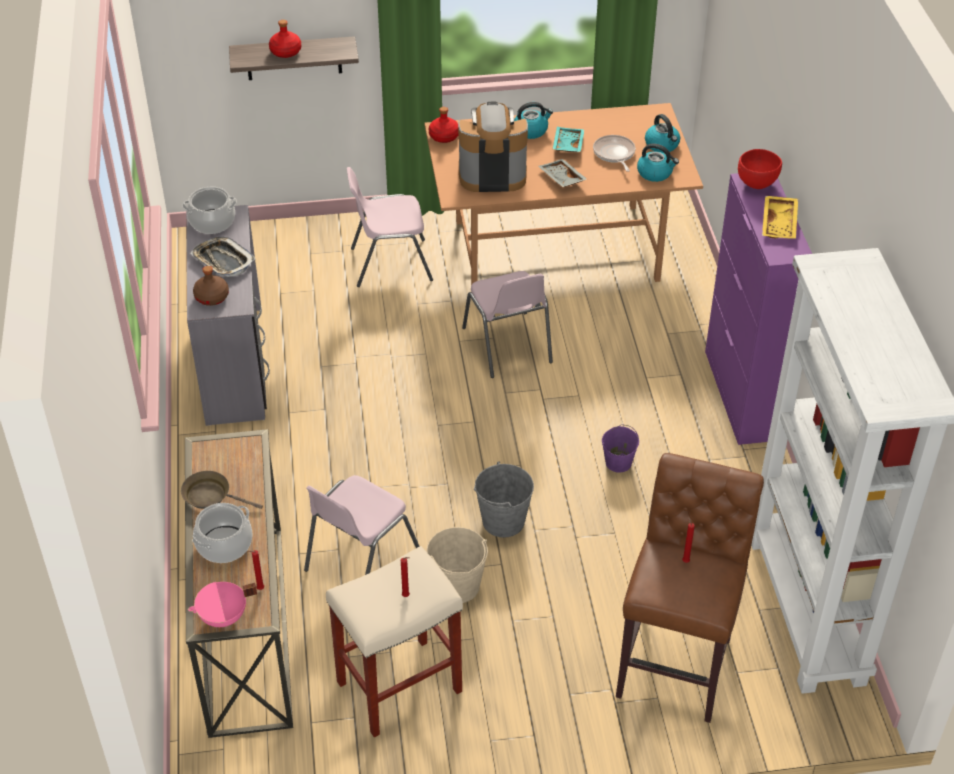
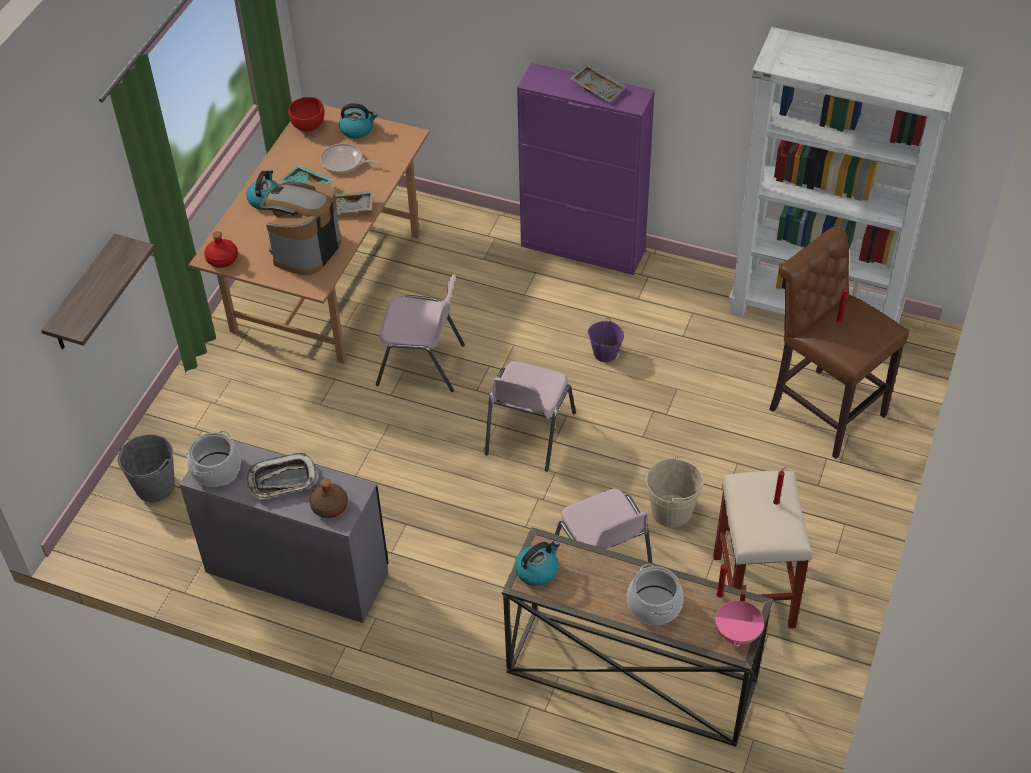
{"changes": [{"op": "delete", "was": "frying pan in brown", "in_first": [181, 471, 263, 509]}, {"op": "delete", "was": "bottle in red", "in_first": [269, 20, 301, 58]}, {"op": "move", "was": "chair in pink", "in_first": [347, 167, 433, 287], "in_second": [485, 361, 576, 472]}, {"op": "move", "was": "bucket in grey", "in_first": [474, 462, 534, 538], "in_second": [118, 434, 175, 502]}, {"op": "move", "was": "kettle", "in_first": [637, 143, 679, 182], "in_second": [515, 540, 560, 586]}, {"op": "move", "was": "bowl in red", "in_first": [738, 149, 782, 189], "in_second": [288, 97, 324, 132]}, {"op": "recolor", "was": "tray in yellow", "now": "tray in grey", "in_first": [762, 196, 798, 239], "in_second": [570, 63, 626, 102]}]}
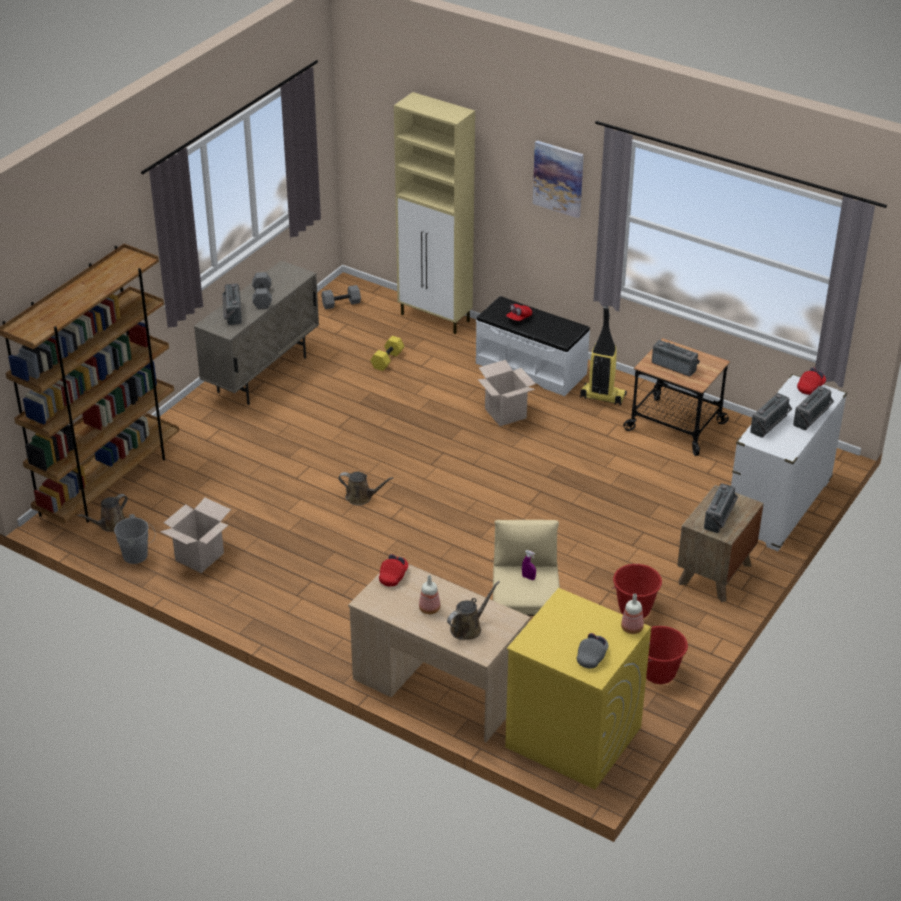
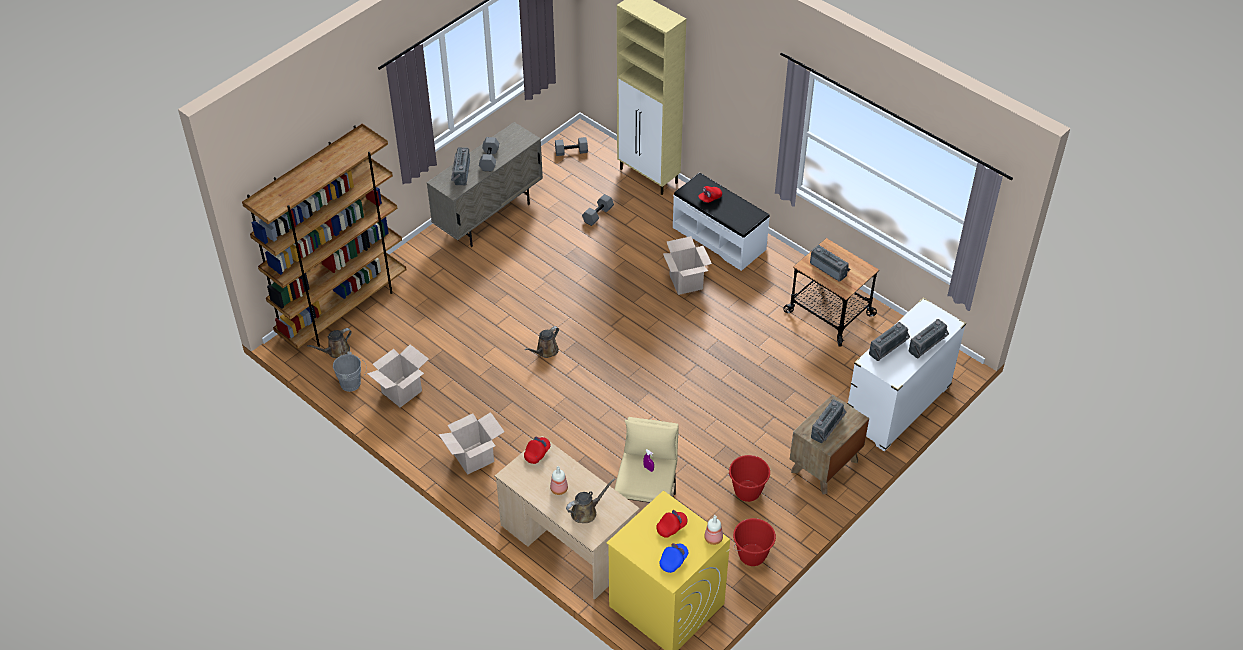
{"changes": [{"op": "rotate", "was": "watering can in brown", "in_first": [338, 472, 393, 505], "in_second": [524, 326, 559, 358], "clockwise": 105}, {"op": "recolor", "was": "dumbbell in yellow", "now": "dumbbell in grey", "in_first": [370, 336, 404, 371], "in_second": [582, 194, 614, 226]}, {"op": "delete", "was": "picture", "in_first": [533, 140, 584, 218]}, {"op": "recolor", "was": "cap in grey", "now": "cap in blue", "in_first": [577, 633, 609, 669], "in_second": [659, 543, 688, 573]}, {"op": "delete", "was": "vacuum cleaner", "in_first": [580, 306, 627, 406]}, {"op": "move", "was": "cap in red", "in_first": [797, 367, 826, 395], "in_second": [656, 510, 687, 538]}, {"op": "insert", "now": "cardboard box", "in_second": [439, 412, 505, 475]}]}
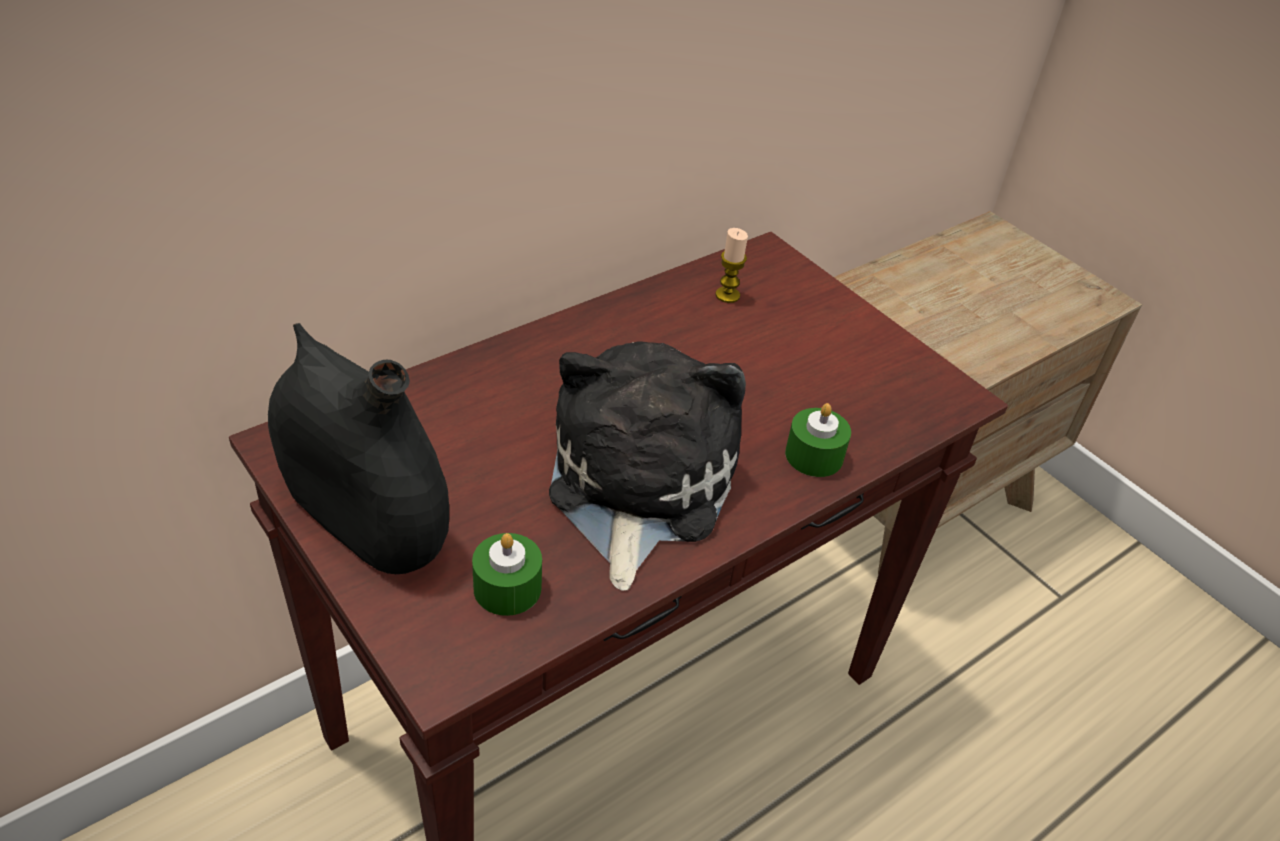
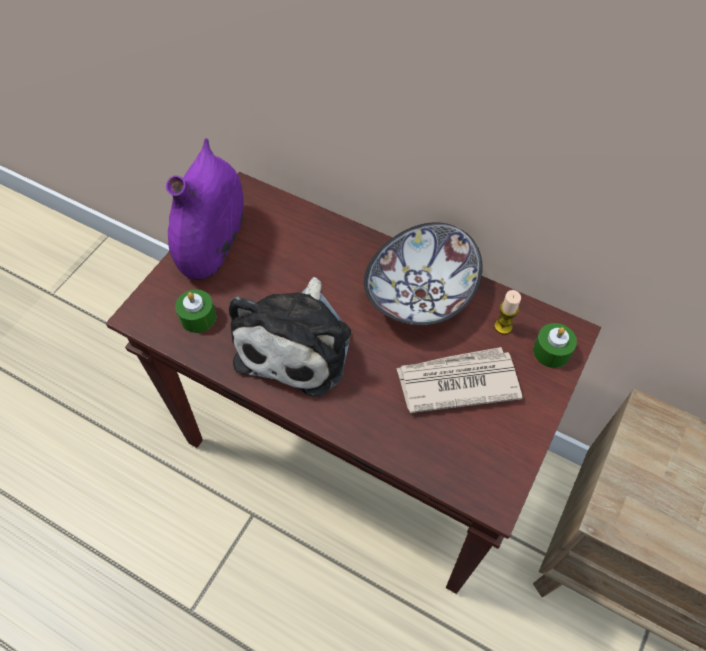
{"changes": [{"op": "recolor", "was": "vase in black", "now": "vase in purple", "in_first": [268, 323, 449, 574], "in_second": [166, 138, 244, 280]}, {"op": "rotate", "was": "plush toy", "in_first": [549, 341, 746, 591], "in_second": [229, 277, 351, 397], "clockwise": 120}, {"op": "move", "was": "candle in green", "in_first": [785, 403, 851, 477], "in_second": [533, 323, 577, 368]}, {"op": "insert", "now": "bowl", "in_second": [364, 222, 483, 325]}, {"op": "insert", "now": "newspaper", "in_second": [396, 347, 523, 413]}]}
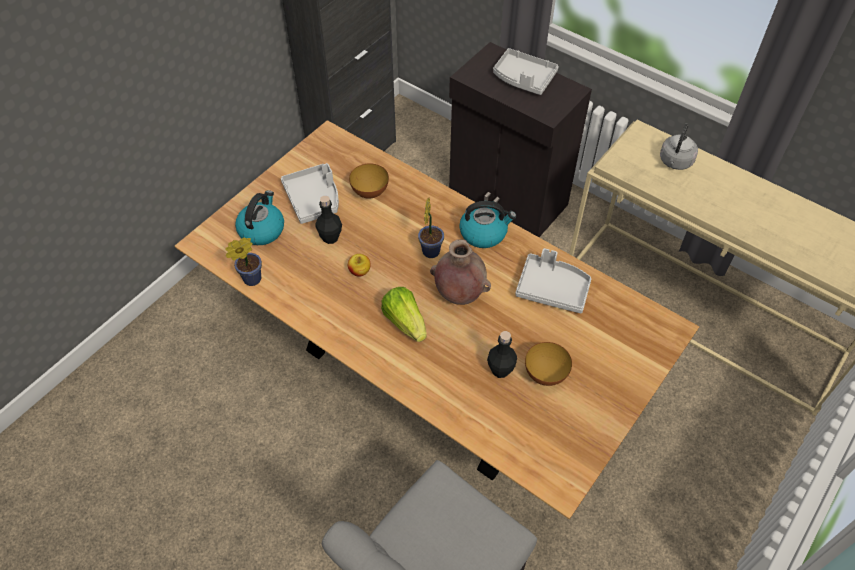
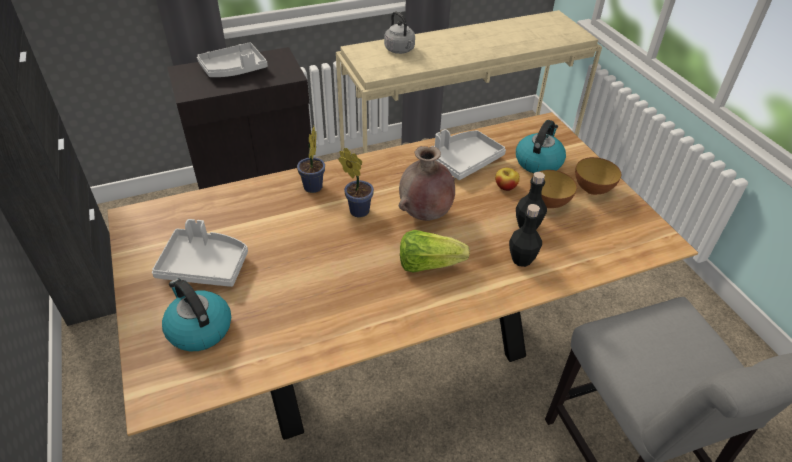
{"changes": [{"op": "move", "was": "potted plant", "in_first": [225, 237, 262, 286], "in_second": [297, 126, 325, 193]}, {"op": "move", "was": "bottle in black", "in_first": [315, 196, 342, 244], "in_second": [509, 204, 542, 267]}, {"op": "move", "was": "apple", "in_first": [348, 254, 371, 277], "in_second": [495, 168, 520, 191]}, {"op": "move", "was": "bowl", "in_first": [349, 163, 389, 199], "in_second": [575, 157, 621, 195]}, {"op": "move", "was": "kettle", "in_first": [459, 201, 516, 248], "in_second": [516, 120, 566, 173]}]}
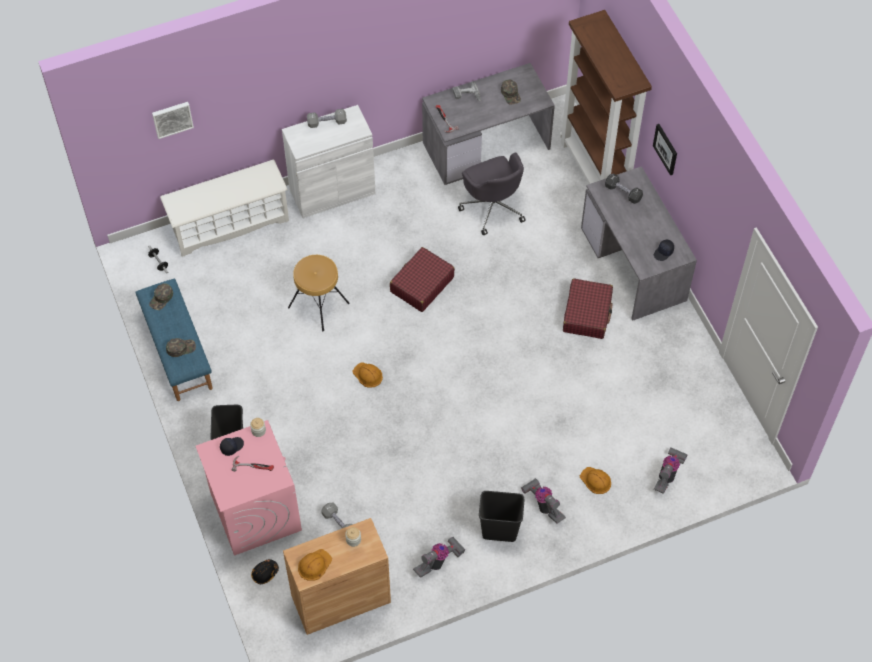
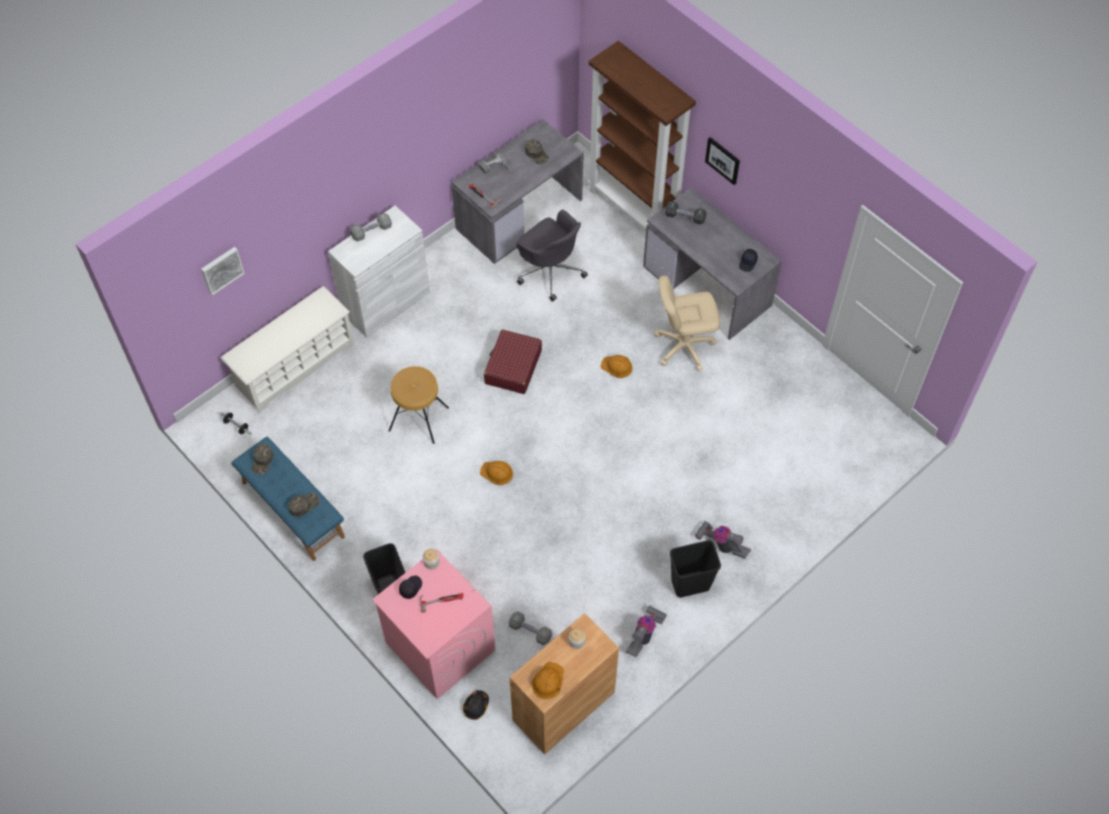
{"changes": [{"op": "replace", "was": "suitcase in red", "now": "office chair in beige", "in_first": [563, 278, 613, 339], "in_second": [654, 275, 720, 371]}, {"op": "move", "was": "hard hat in orange", "in_first": [580, 467, 611, 494], "in_second": [600, 355, 633, 378]}, {"op": "delete", "was": "vacuum cleaner", "in_first": [654, 448, 688, 494]}]}
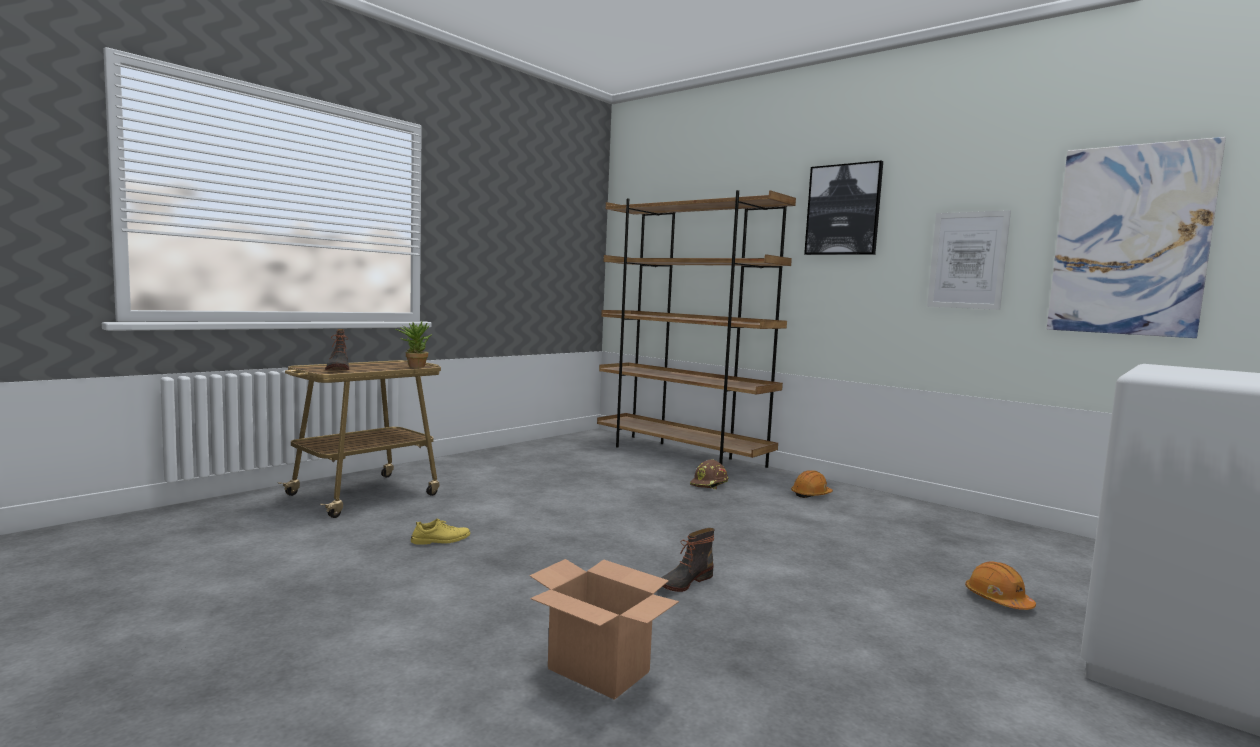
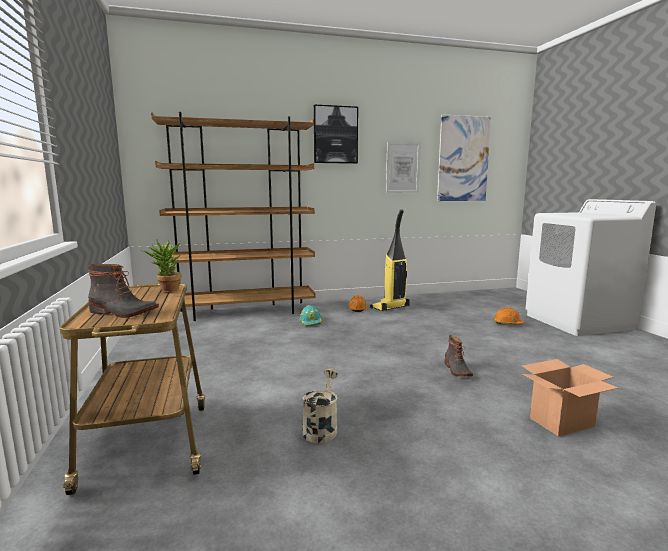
{"changes": [{"op": "replace", "was": "shoe in yellow", "now": "watering can in beige", "in_first": [411, 518, 470, 545], "in_second": [302, 368, 338, 443]}, {"op": "recolor", "was": "hard hat in brown", "now": "hard hat in turquoise", "in_first": [690, 459, 728, 489], "in_second": [300, 305, 322, 326]}, {"op": "insert", "now": "vacuum cleaner", "in_second": [370, 209, 410, 311]}]}
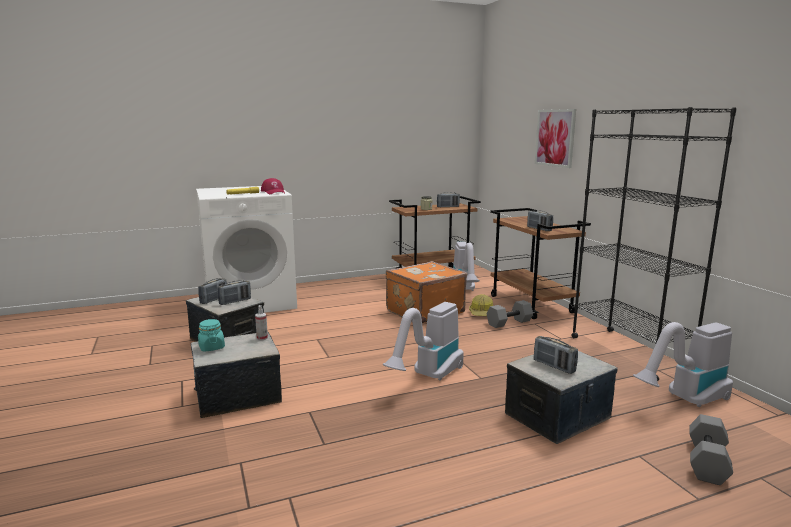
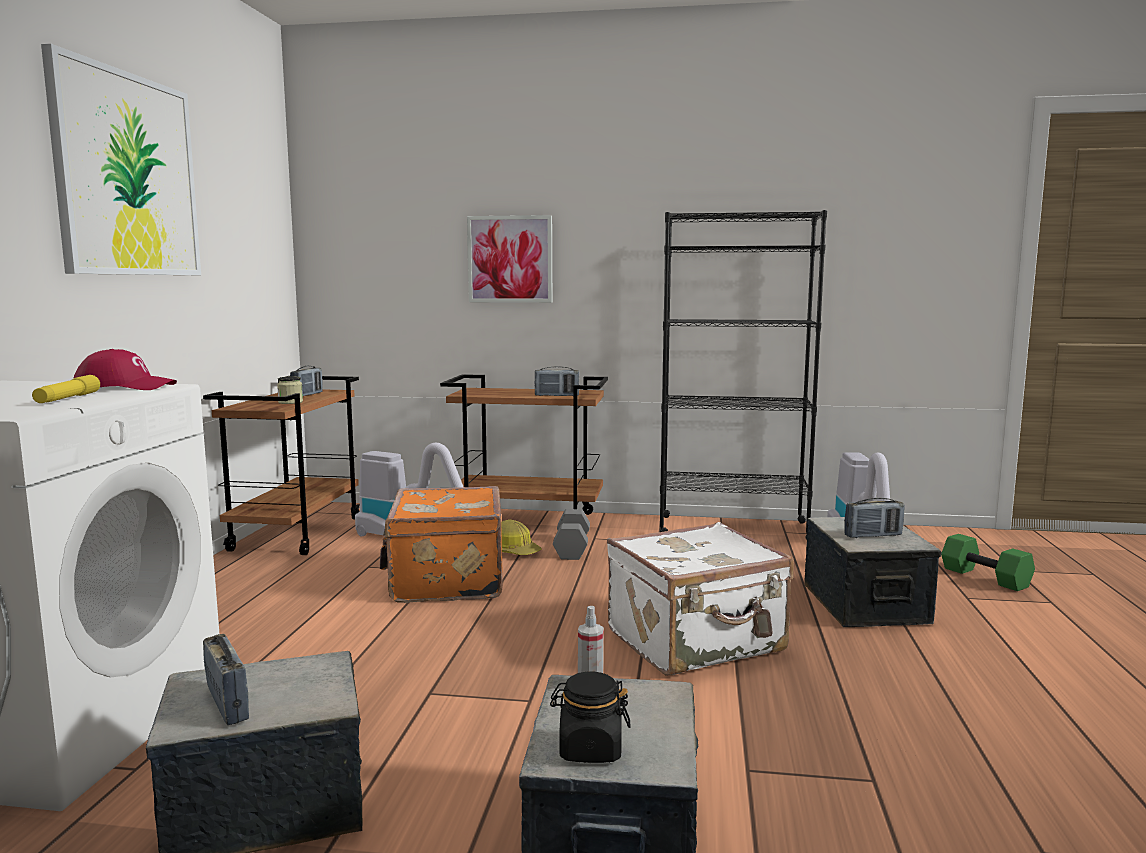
{"changes": [{"op": "recolor", "was": "jar in turquoise", "now": "jar in black", "in_first": [198, 319, 225, 352], "in_second": [550, 672, 631, 763]}, {"op": "delete", "was": "radio", "in_first": [218, 280, 251, 305]}, {"op": "replace", "was": "vacuum cleaner", "now": "suitcase in white", "in_first": [383, 302, 464, 381], "in_second": [607, 522, 794, 675]}, {"op": "recolor", "was": "dumbbell in grey", "now": "dumbbell in green", "in_first": [689, 414, 733, 485], "in_second": [941, 534, 1035, 591]}, {"op": "insert", "now": "picture", "in_second": [41, 44, 201, 275]}]}
